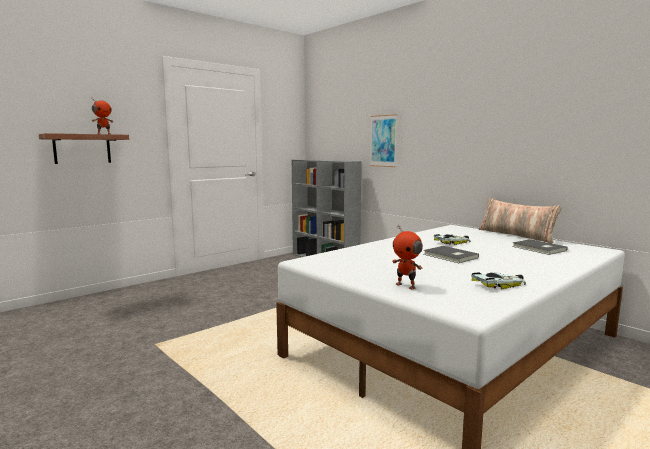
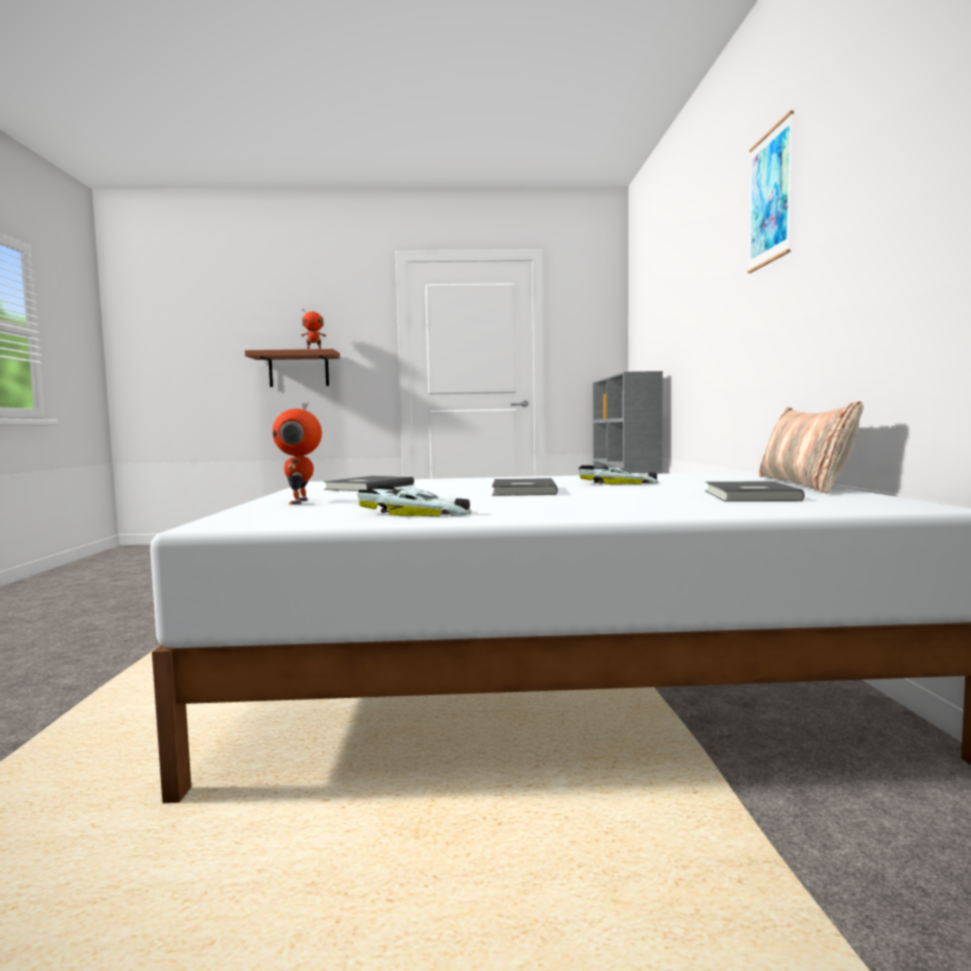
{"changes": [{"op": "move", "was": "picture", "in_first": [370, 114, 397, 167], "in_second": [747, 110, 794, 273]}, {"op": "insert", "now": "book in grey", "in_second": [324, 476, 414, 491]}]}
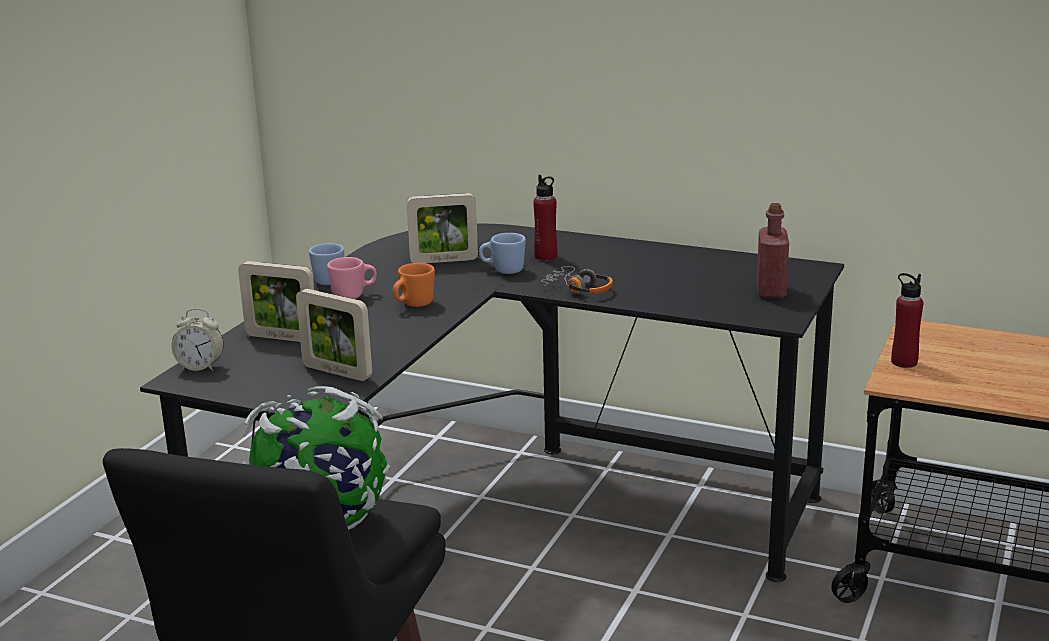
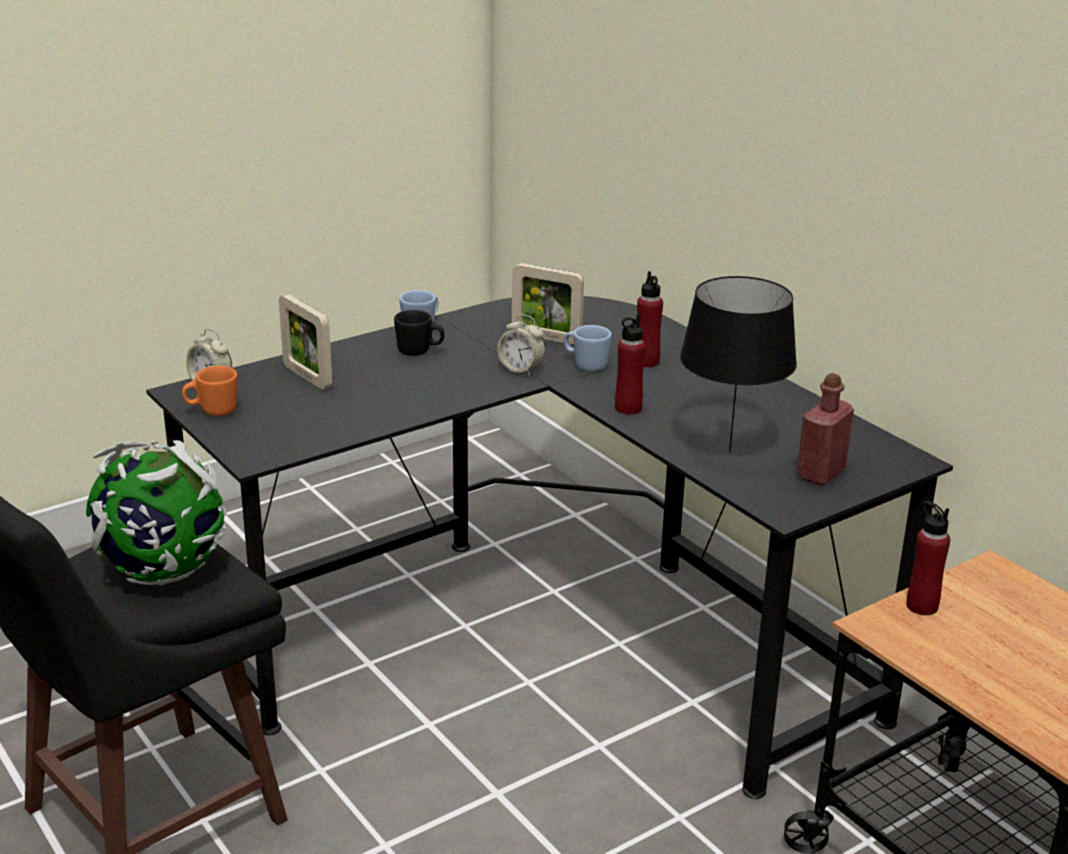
{"changes": [{"op": "delete", "was": "picture frame", "in_first": [296, 289, 372, 381]}, {"op": "recolor", "was": "mug in pink", "now": "mug in black", "in_first": [327, 257, 377, 299], "in_second": [394, 310, 444, 356]}, {"op": "move", "was": "mug in orange", "in_first": [393, 263, 435, 307], "in_second": [182, 366, 237, 416]}, {"op": "replace", "was": "headphones", "now": "bottle in red", "in_first": [541, 266, 613, 294], "in_second": [615, 314, 646, 415]}, {"op": "insert", "now": "alarm clock", "in_second": [497, 314, 545, 376]}, {"op": "insert", "now": "table lamp in black", "in_second": [680, 276, 797, 452]}]}
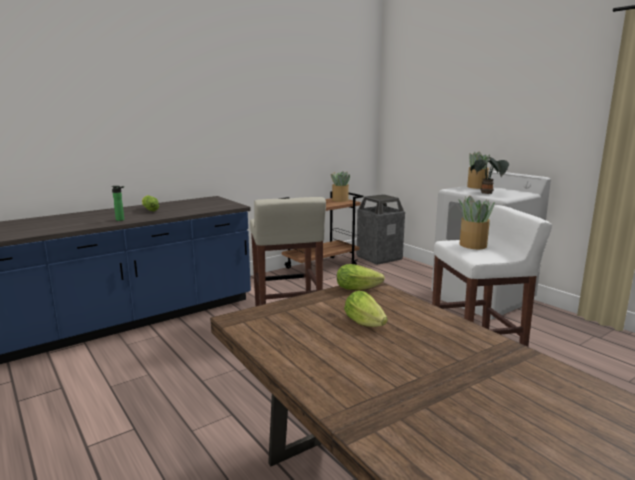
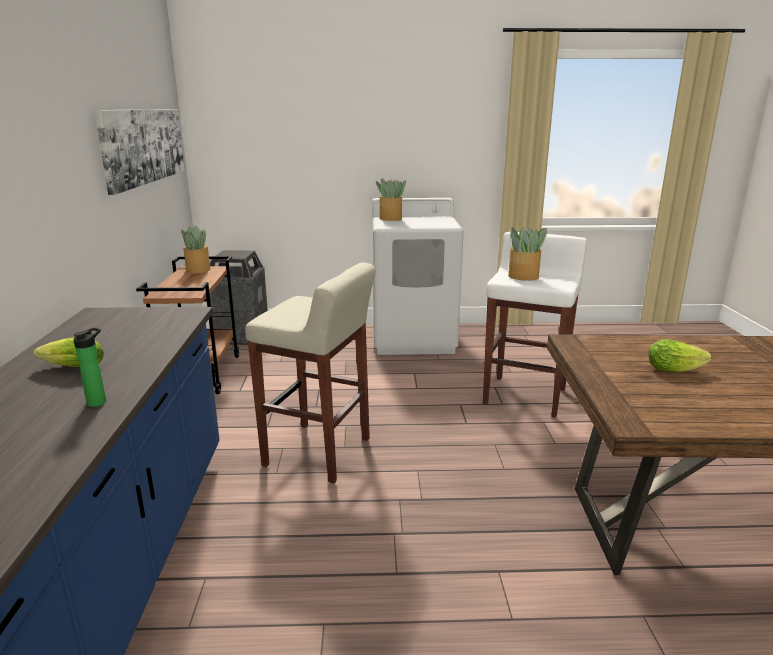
{"changes": [{"op": "delete", "was": "lettuce", "in_first": [337, 264, 385, 290]}, {"op": "delete", "was": "potted plant", "in_first": [470, 157, 509, 194]}, {"op": "insert", "now": "picture", "in_second": [94, 109, 185, 195]}]}
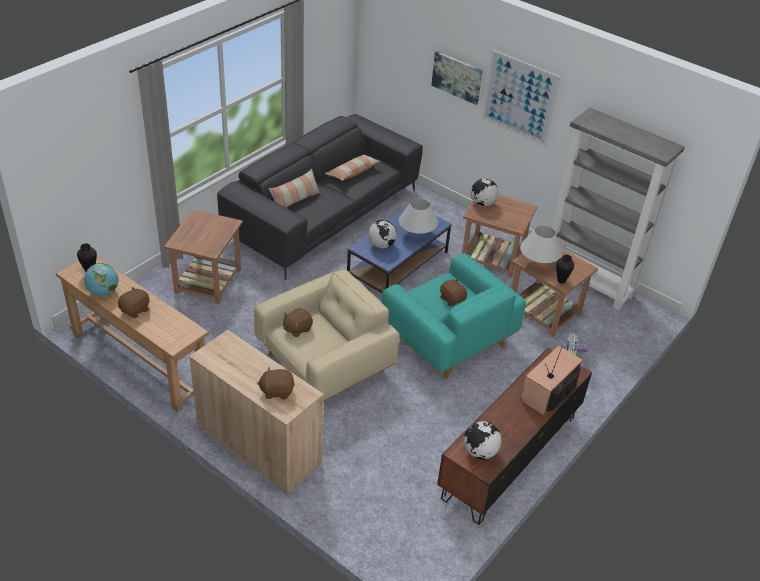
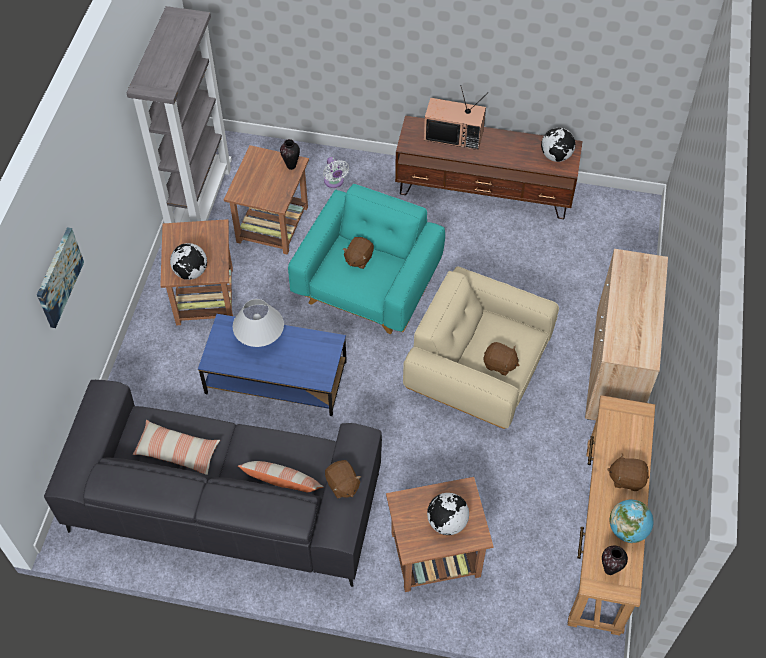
{"changes": [{"op": "move", "was": "plush toy in brown", "in_first": [257, 367, 295, 399], "in_second": [325, 460, 361, 499]}, {"op": "move", "was": "globe", "in_first": [368, 220, 397, 249], "in_second": [427, 493, 469, 535]}, {"op": "delete", "was": "picture", "in_first": [483, 50, 560, 146]}, {"op": "delete", "was": "table lamp in white", "in_first": [520, 225, 562, 264]}]}
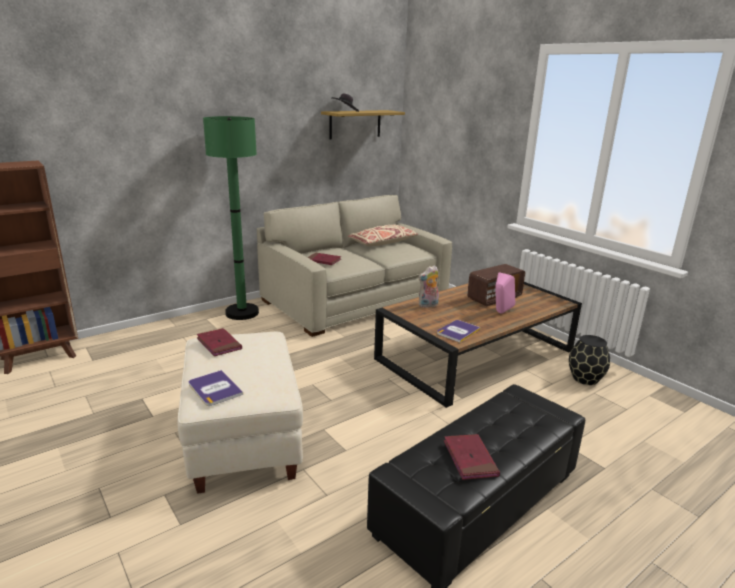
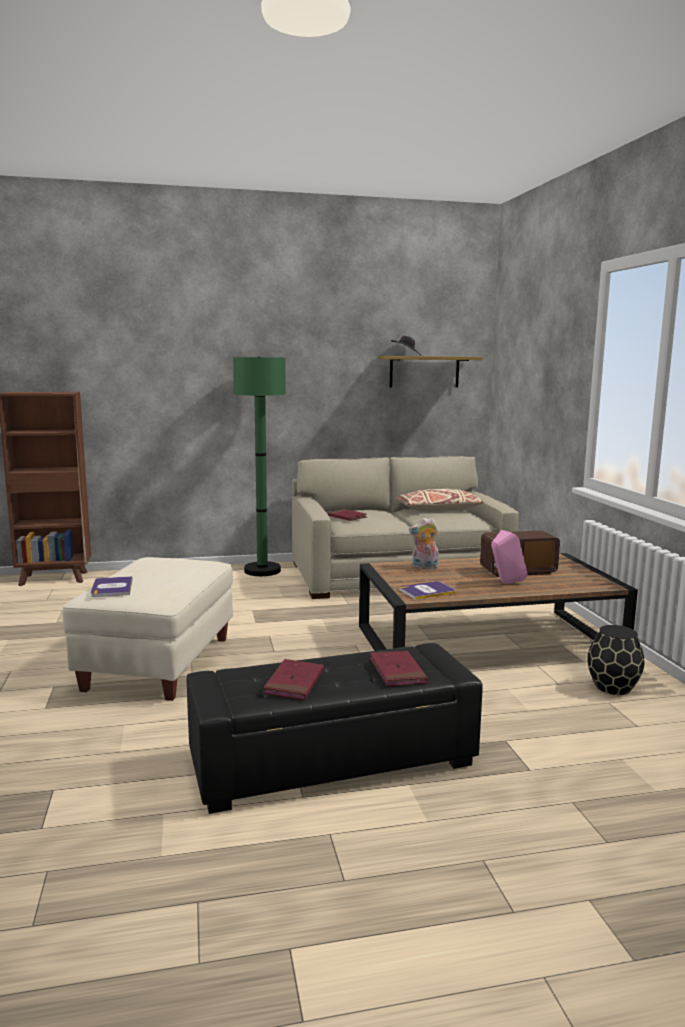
{"changes": [{"op": "move", "was": "book in red", "in_first": [197, 328, 242, 356], "in_second": [370, 651, 428, 686]}]}
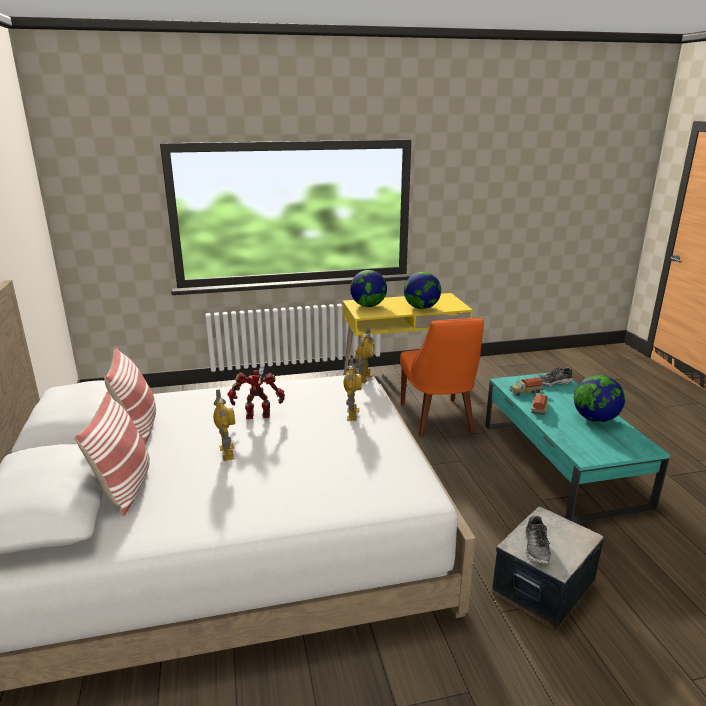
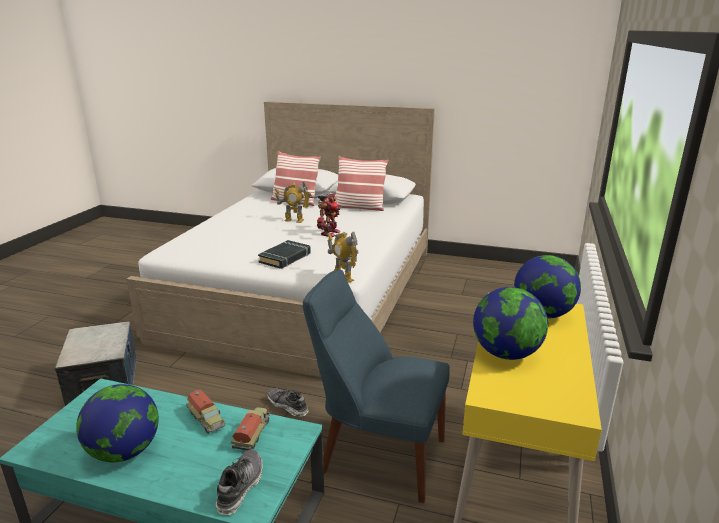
{"changes": [{"op": "replace", "was": "toy robot", "now": "book in black", "in_first": [343, 357, 362, 421], "in_second": [258, 240, 311, 269]}, {"op": "recolor", "was": "chair in orange", "now": "chair in blue", "in_first": [400, 318, 484, 437], "in_second": [303, 270, 450, 503]}, {"op": "move", "was": "shoe", "in_first": [525, 515, 551, 564], "in_second": [267, 388, 309, 417]}]}
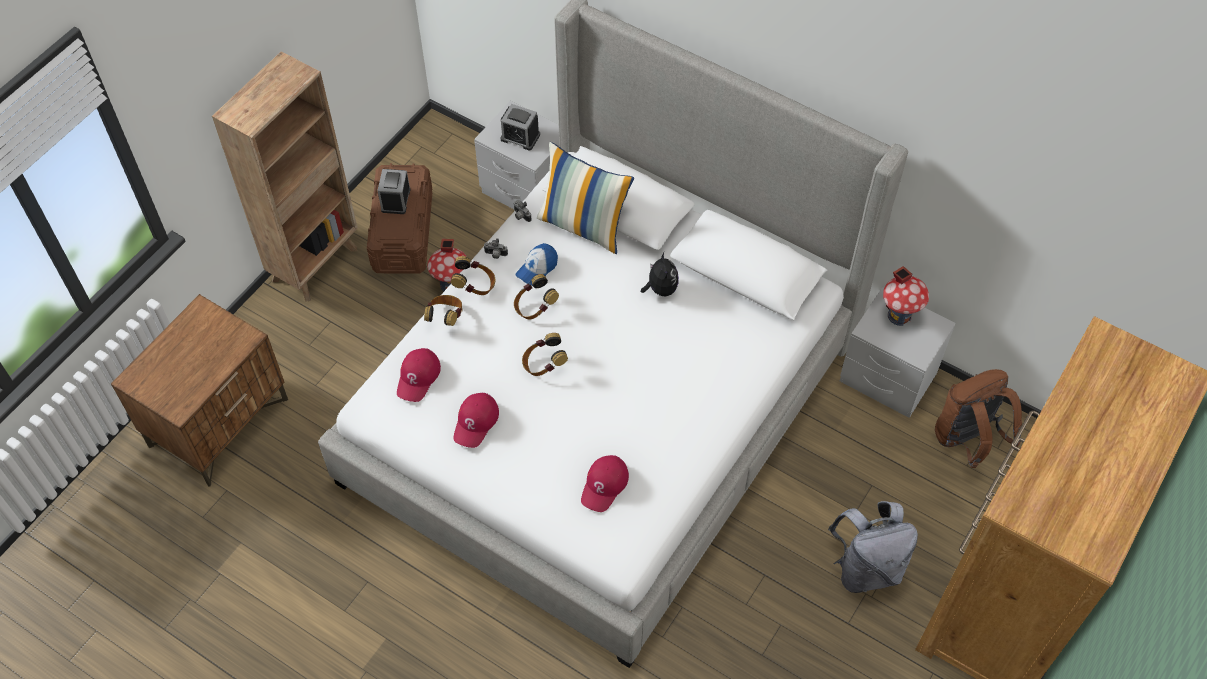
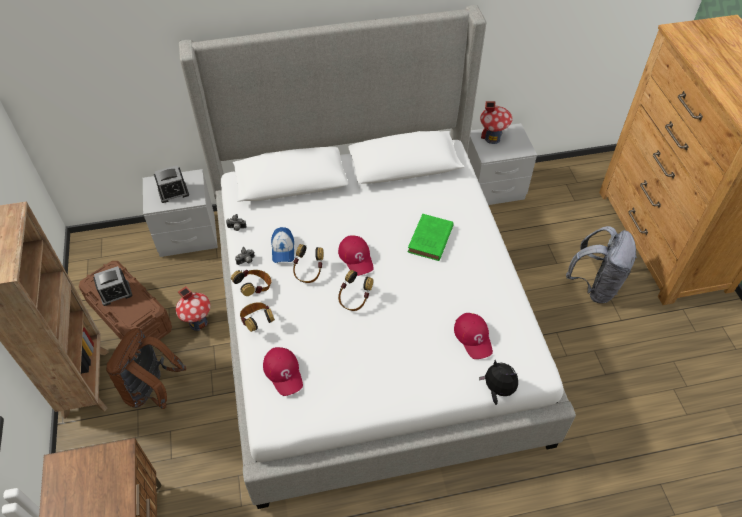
{"changes": [{"op": "rotate", "was": "alarm clock", "in_first": [377, 169, 411, 214], "in_second": [93, 266, 132, 306], "clockwise": -75}, {"op": "move", "was": "cap in red", "in_first": [453, 393, 499, 448], "in_second": [338, 235, 374, 276]}, {"op": "delete", "was": "pillow", "in_first": [537, 142, 634, 254]}, {"op": "move", "was": "plush toy", "in_first": [641, 252, 679, 296], "in_second": [479, 360, 518, 405]}, {"op": "move", "was": "backpack in brown", "in_first": [935, 369, 1022, 468], "in_second": [106, 328, 186, 409]}, {"op": "insert", "now": "book in green", "in_second": [408, 214, 454, 261]}]}
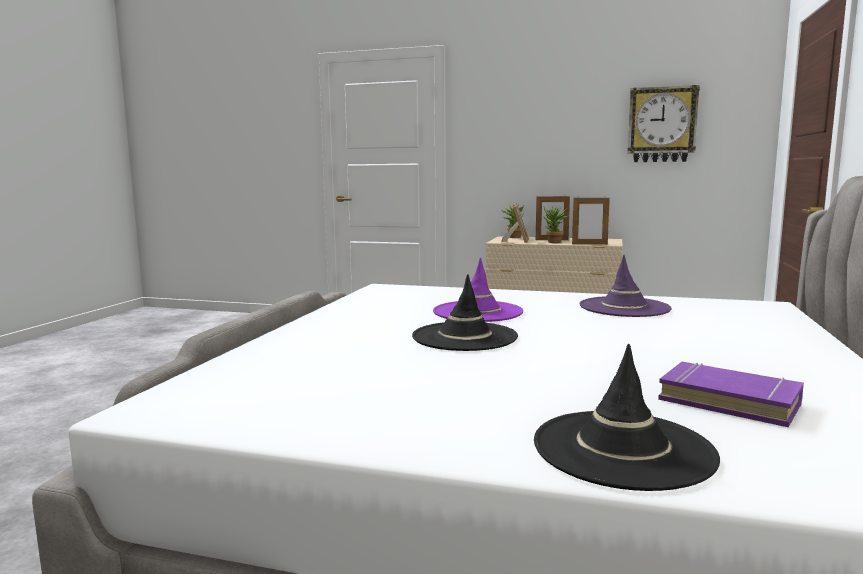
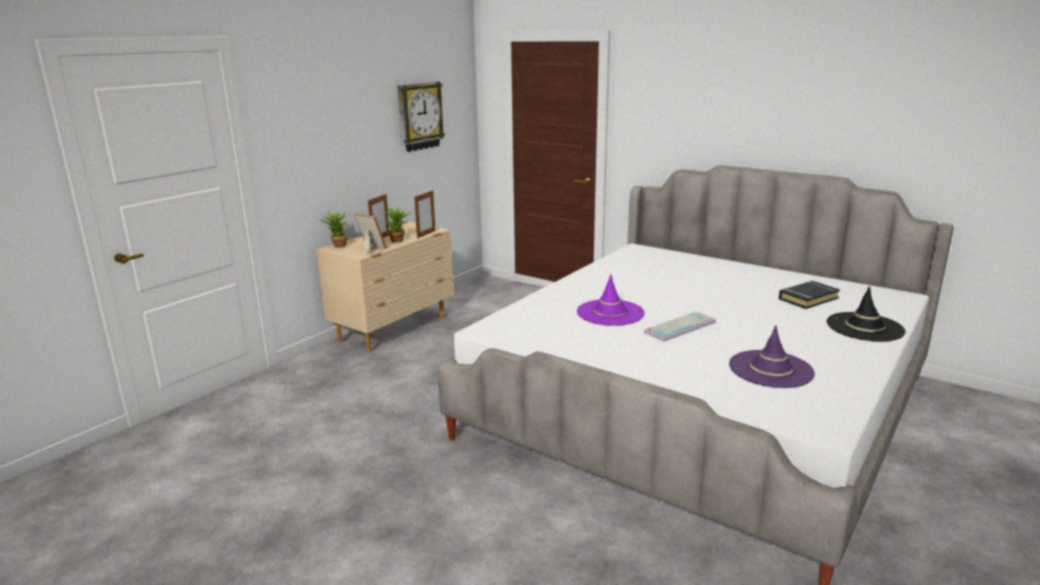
{"changes": [{"op": "replace", "was": "hat in black", "now": "keyboard", "in_first": [412, 274, 518, 351], "in_second": [644, 311, 716, 342]}, {"op": "move", "was": "hat in purple", "in_first": [579, 255, 671, 317], "in_second": [729, 325, 815, 388]}, {"op": "recolor", "was": "book in purple", "now": "book in black", "in_first": [658, 362, 804, 427], "in_second": [779, 281, 840, 309]}]}
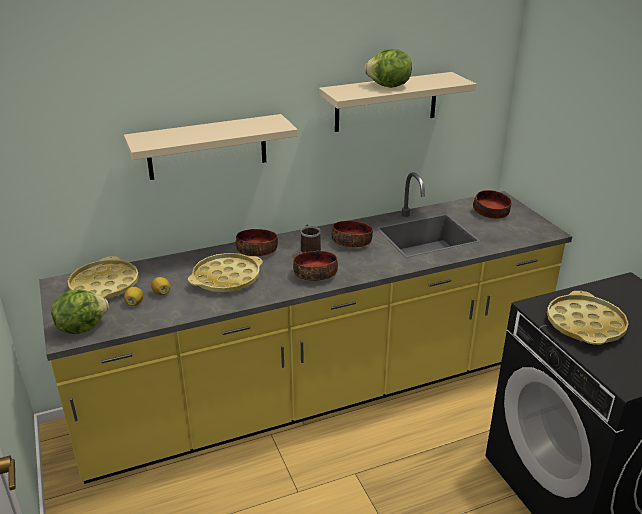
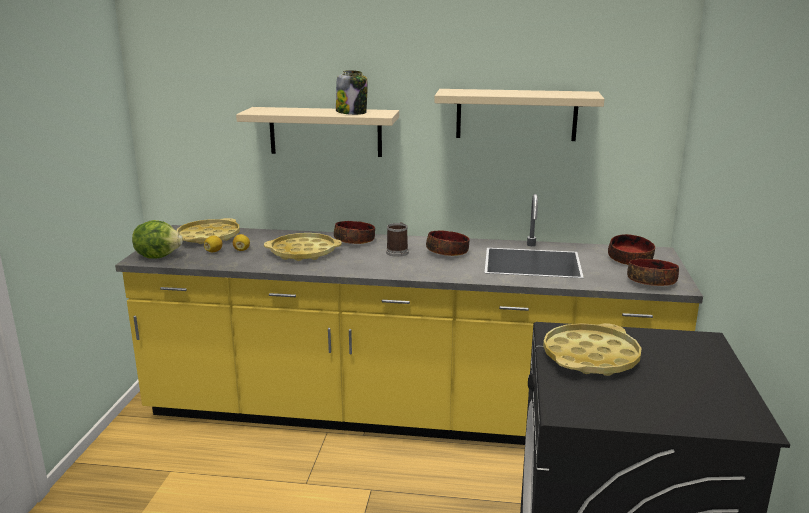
{"changes": [{"op": "move", "was": "bowl", "in_first": [293, 251, 338, 281], "in_second": [627, 259, 679, 286]}, {"op": "delete", "was": "lettuce", "in_first": [364, 49, 412, 88]}, {"op": "insert", "now": "jar", "in_second": [336, 70, 368, 115]}]}
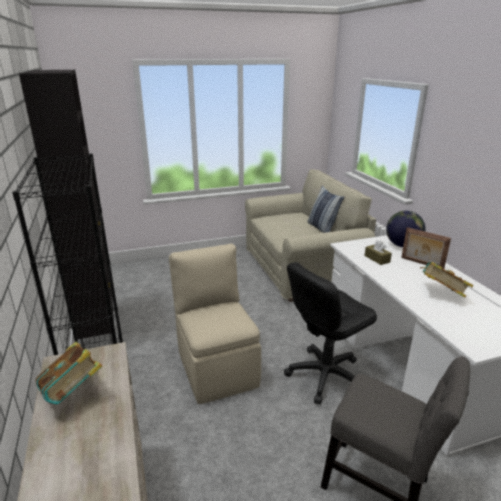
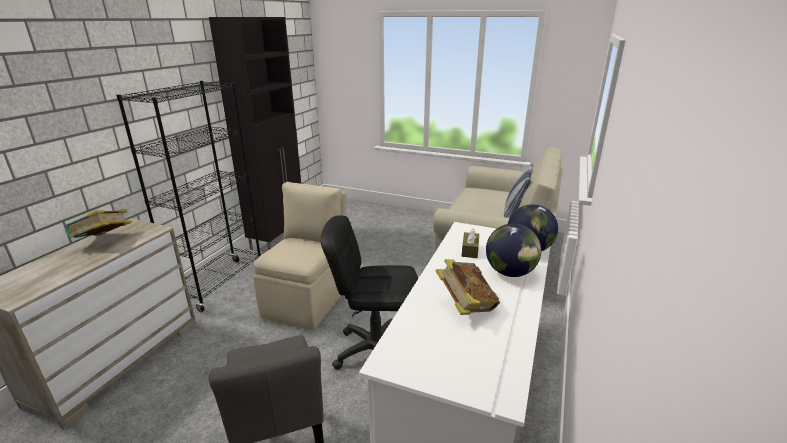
{"changes": [{"op": "replace", "was": "picture frame", "now": "globe", "in_first": [401, 227, 451, 269], "in_second": [486, 224, 541, 277]}]}
